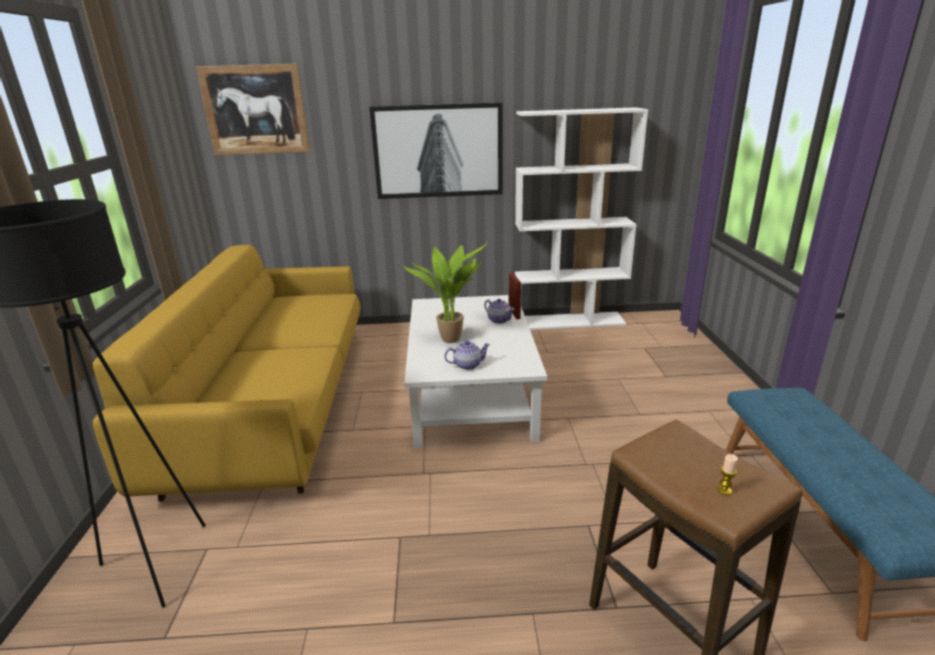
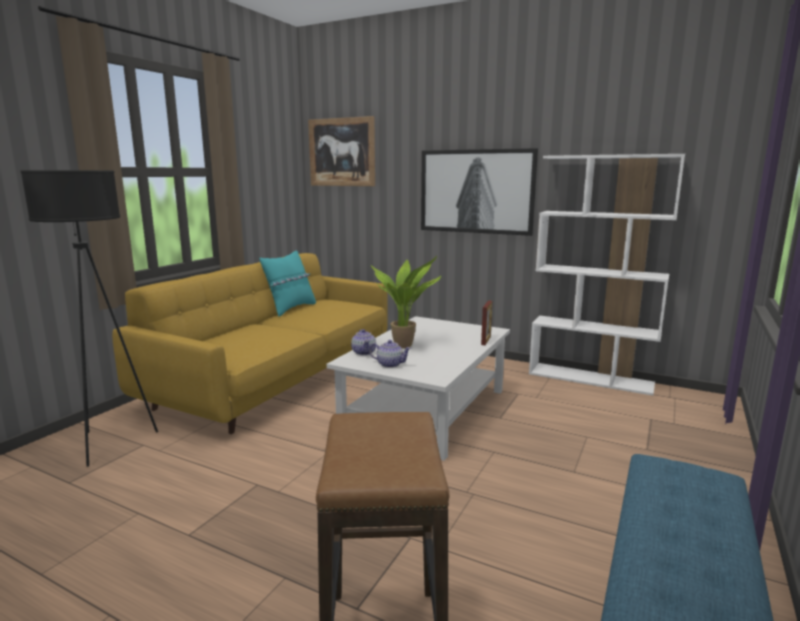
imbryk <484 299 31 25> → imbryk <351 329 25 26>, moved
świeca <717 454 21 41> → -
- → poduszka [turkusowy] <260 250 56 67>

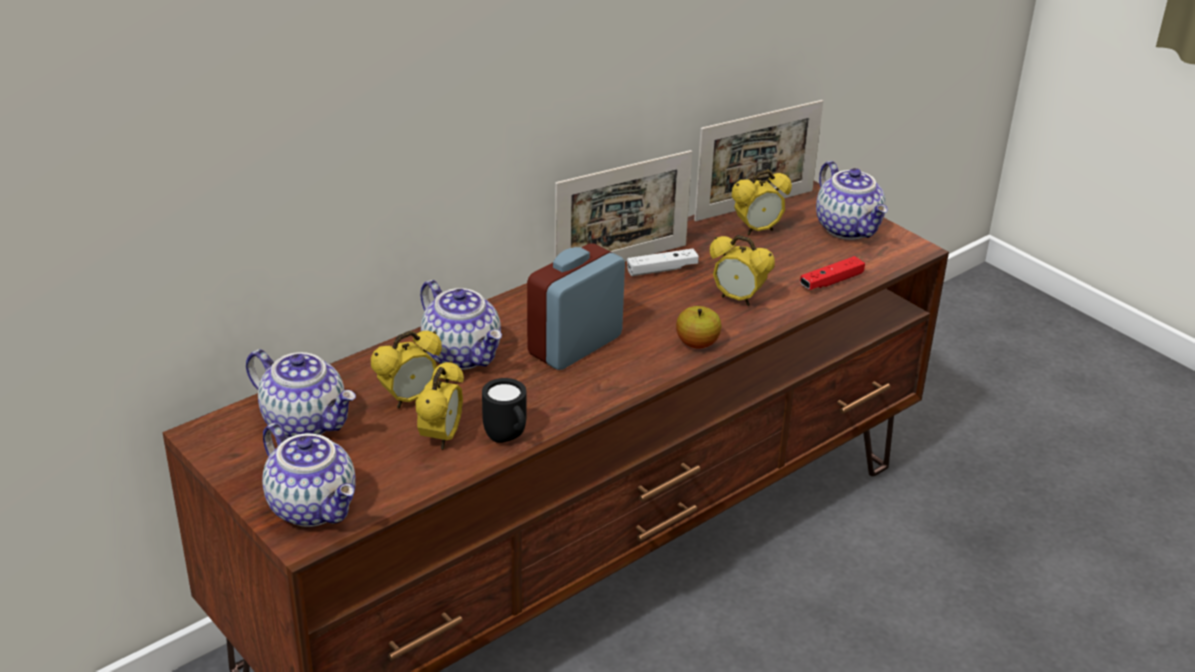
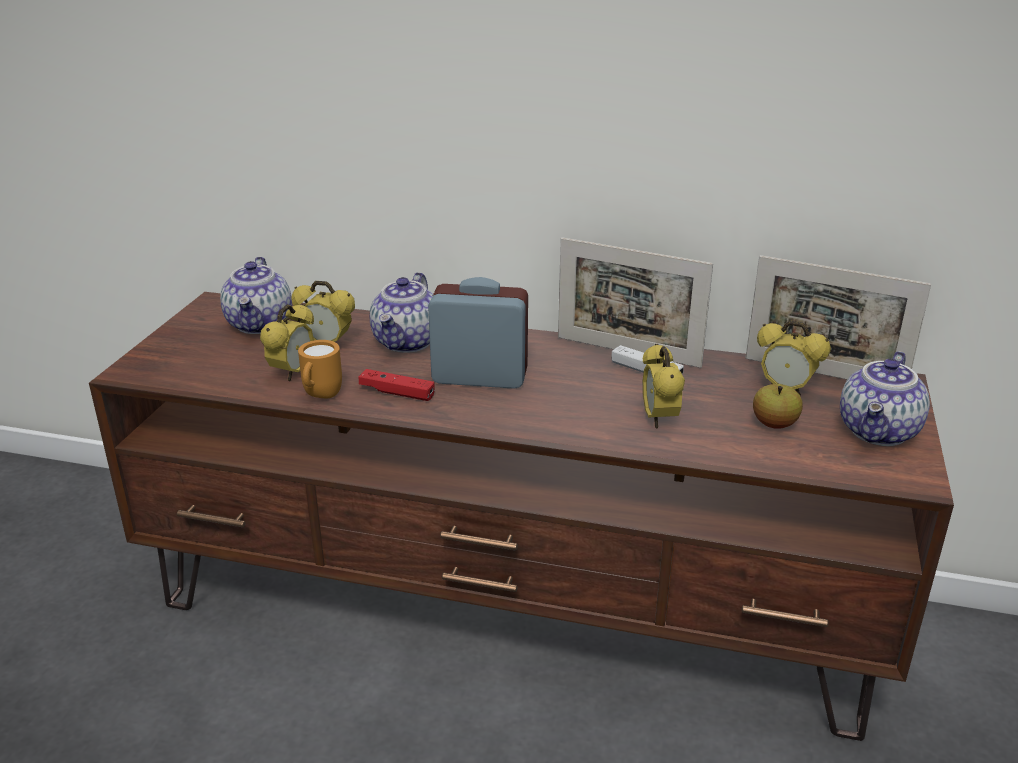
imbryk <262 423 94 104> → -
budzik <415 361 49 89> → budzik <260 304 54 77>, 45 degrees counterclockwise
kubek [czarny] <482 378 44 65> → kubek [pomarańczowy] <298 340 44 58>
jabłko <676 306 46 42> → jabłko <753 384 50 45>, moved
pad do gier [czerwony] <800 256 65 34> → pad do gier [czerwony] <359 369 76 32>, moved

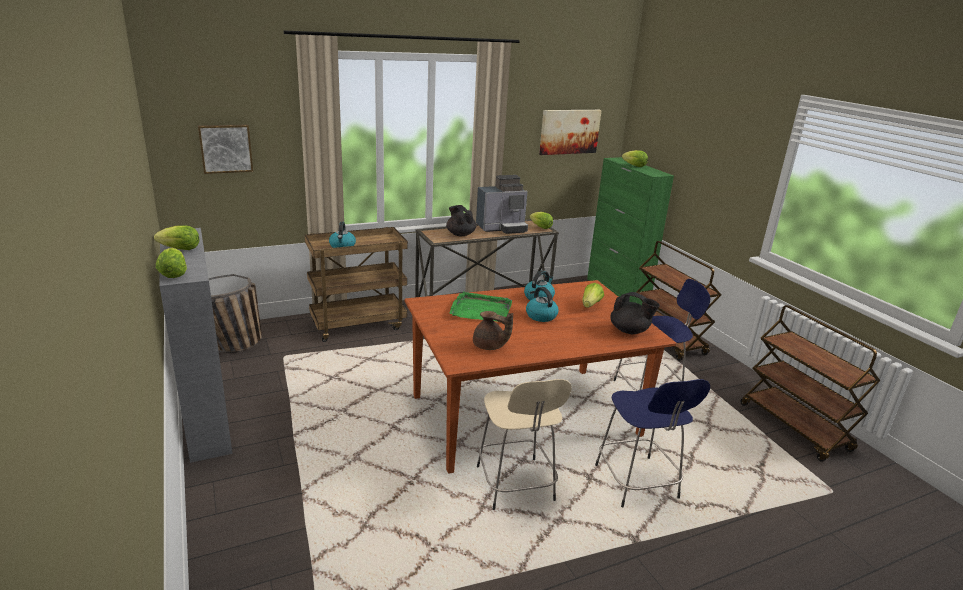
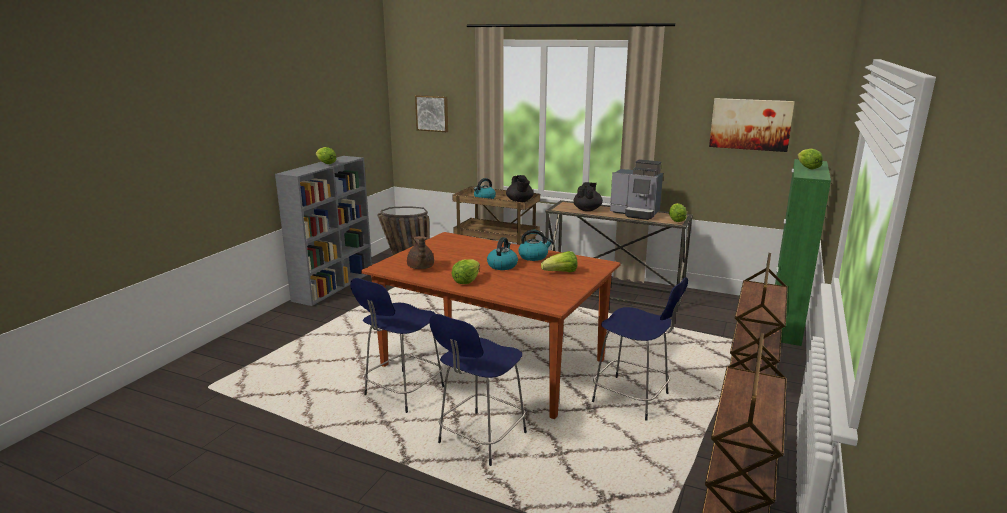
sałata <156 248 31 30> → sałata <451 259 29 25>, moved
taca [zielony] <450 291 62 31> → -
stołek [beżowy] <477 379 95 131> → stołek [niebieski] <350 278 94 135>
imbryk [czarny] <610 292 50 42> → imbryk [czarny] <506 175 28 27>, moved

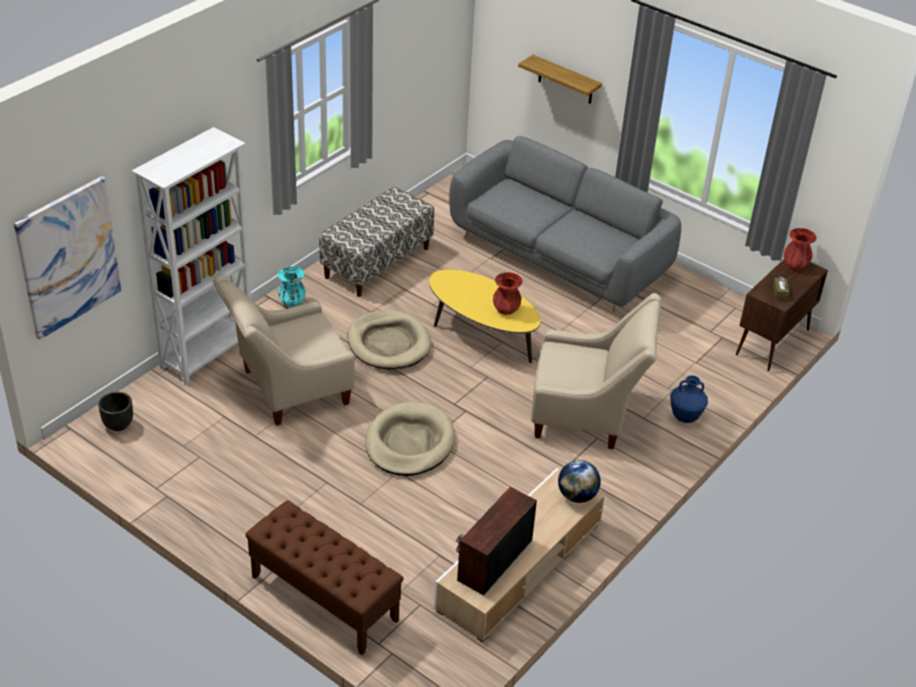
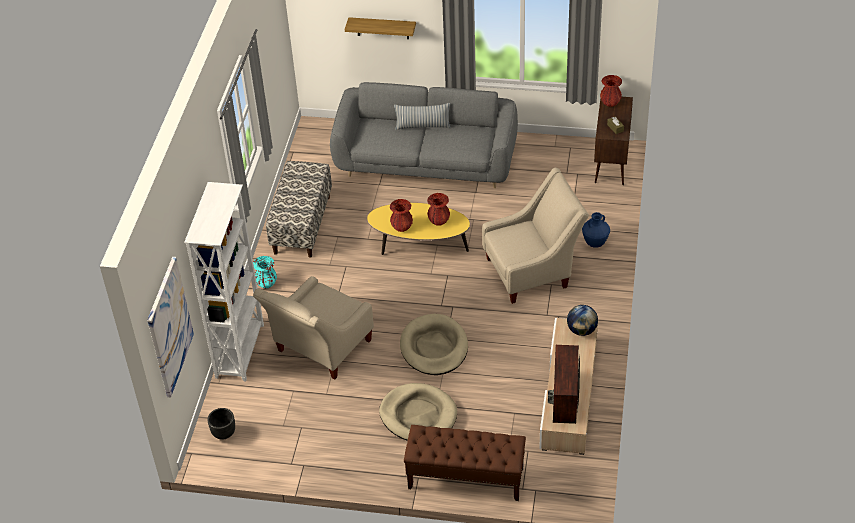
legowisko [beżowy] <347 310 84 59> → legowisko [beżowy] <379 383 78 58>, moved
- → wazon [czerwony] <390 199 23 33>
- → poduszka <394 103 57 27>

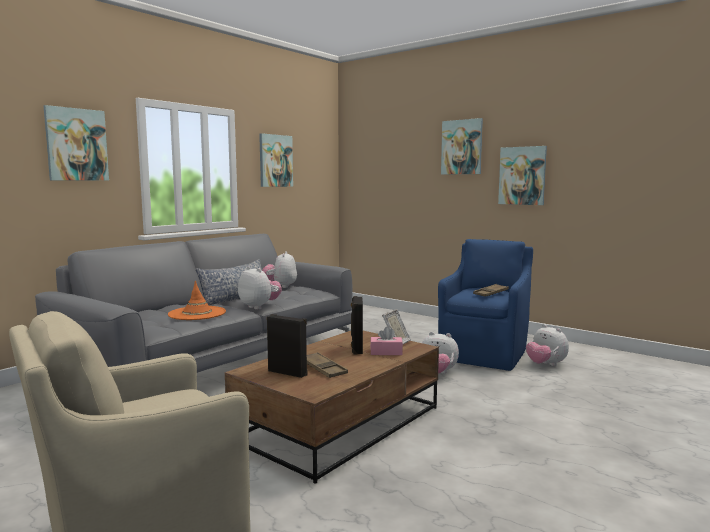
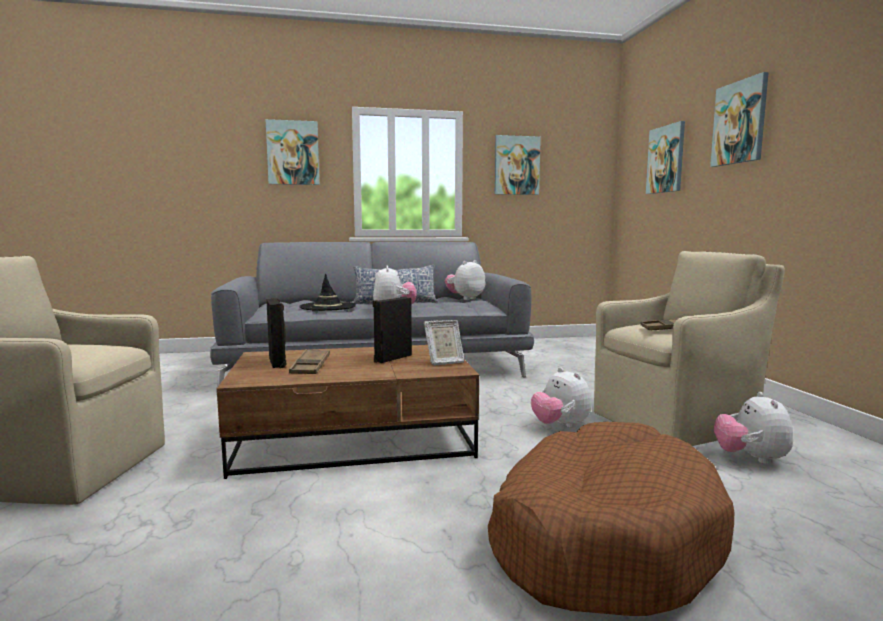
kapelusz [pomarańczowy] <168 280 58 40> → kapelusz [czarny] <299 273 57 38>
pudełko chusteczek [różowy] <370 327 33 28> → -
fotel [niebieski] <438 239 95 132> → fotel [beżowy] <594 251 191 195>
obraz <498 146 49 59> → obraz <646 121 39 73>, moved
- → legowisko [brązowy] <488 422 246 194>

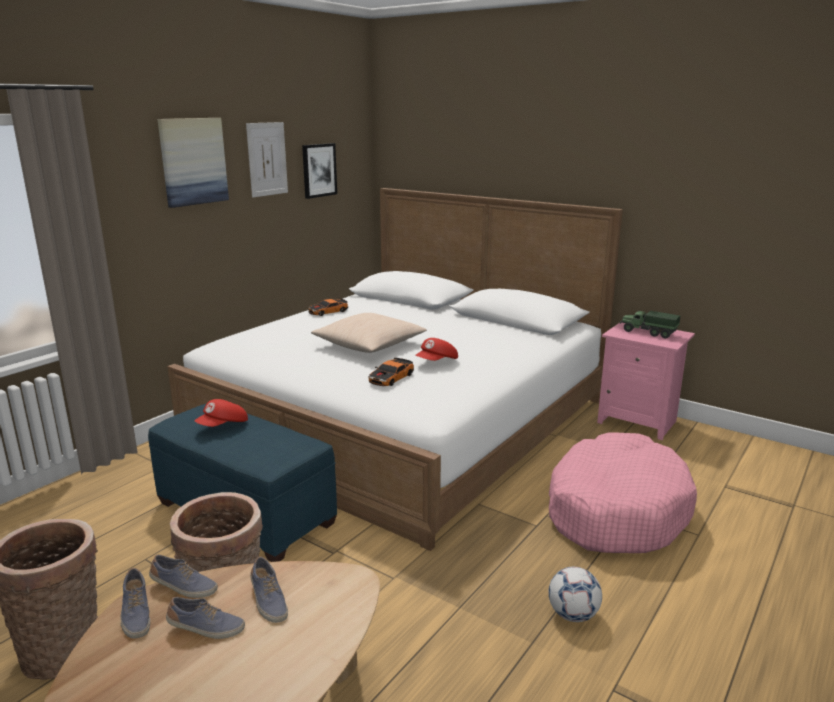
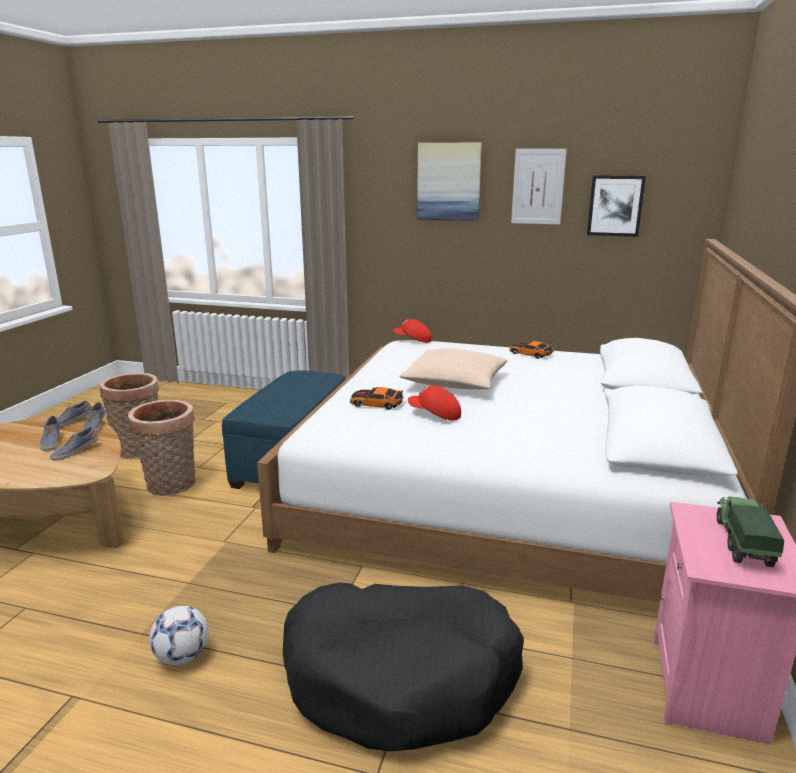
czapka z daszkiem [czerwony] <194 399 54 28> → czapka z daszkiem [czerwony] <394 319 38 24>, moved
legowisko [różowy] <549 433 148 120> → legowisko [czarny] <283 582 241 169>

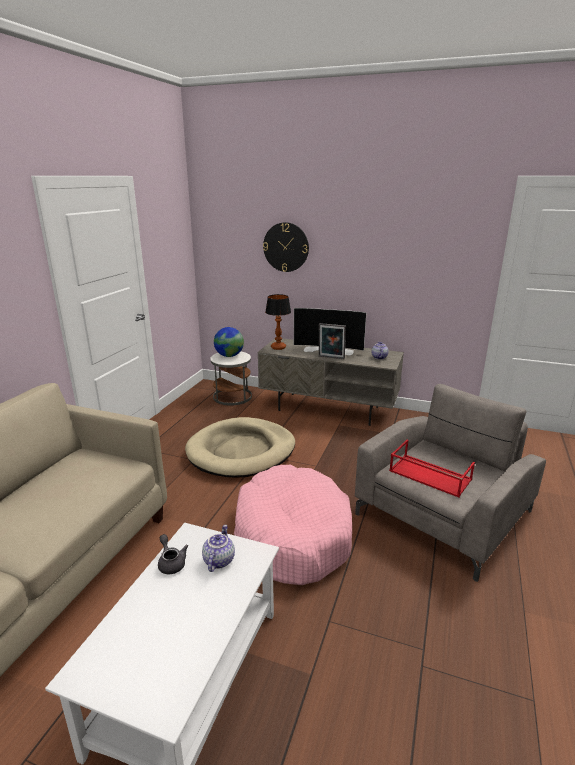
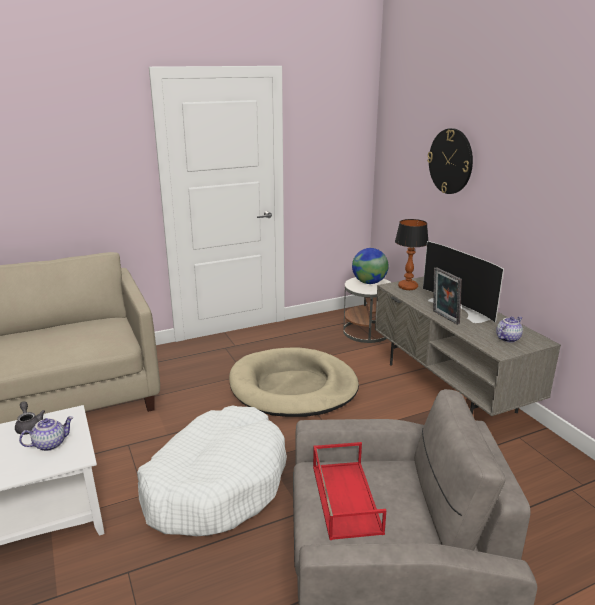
imbryk [szary] <158 534 30 40> → imbryk [szary] <15 401 30 34>, 45 degrees counterclockwise
legowisko [różowy] <234 465 118 120> → legowisko [biały] <137 405 150 131>

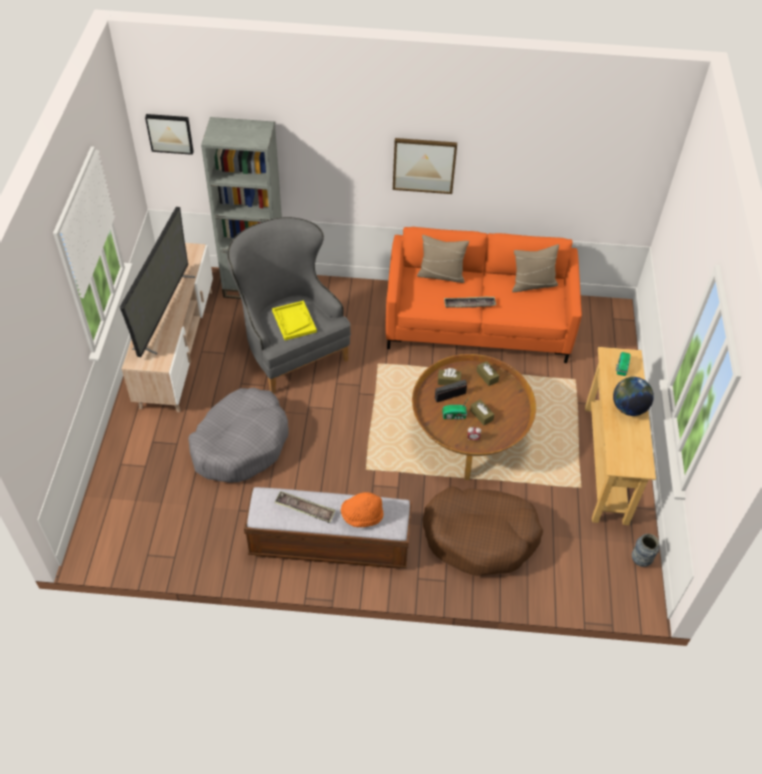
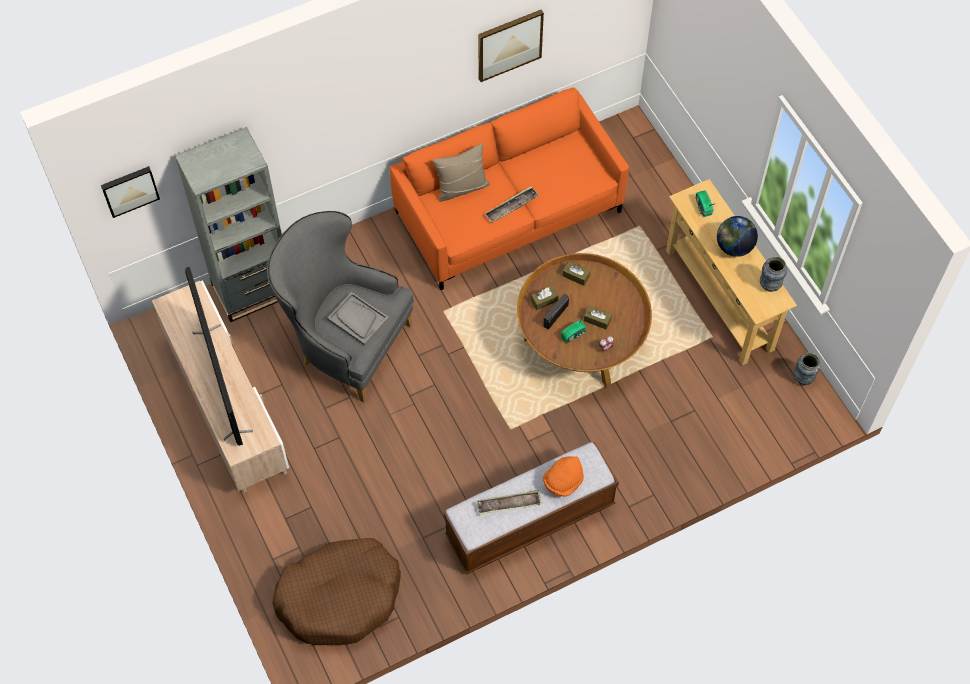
legowisko [szary] <188 388 101 95> → -
taca [żółty] <272 300 45 41> → taca [szary] <327 292 62 54>
obraz <393 138 64 56> → obraz <478 10 66 72>, moved
legowisko [brązowy] <422 486 121 90> → legowisko [brązowy] <272 538 129 107>, moved
poduszka [beżowy] <512 244 47 48> → -
- → wazon <760 256 27 36>

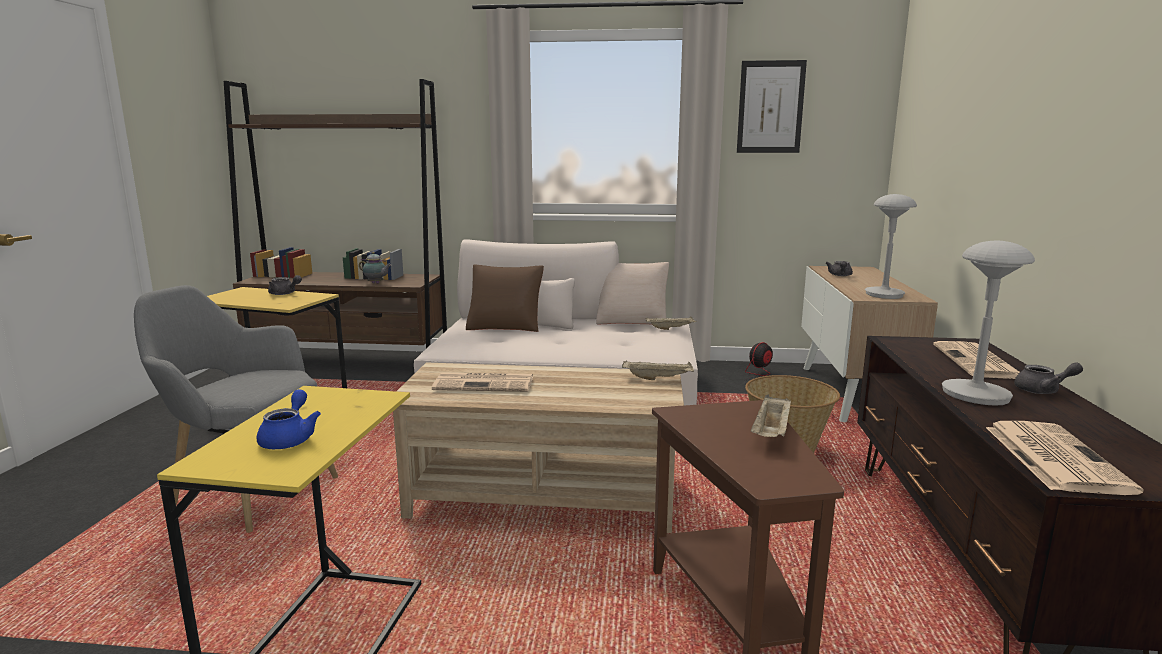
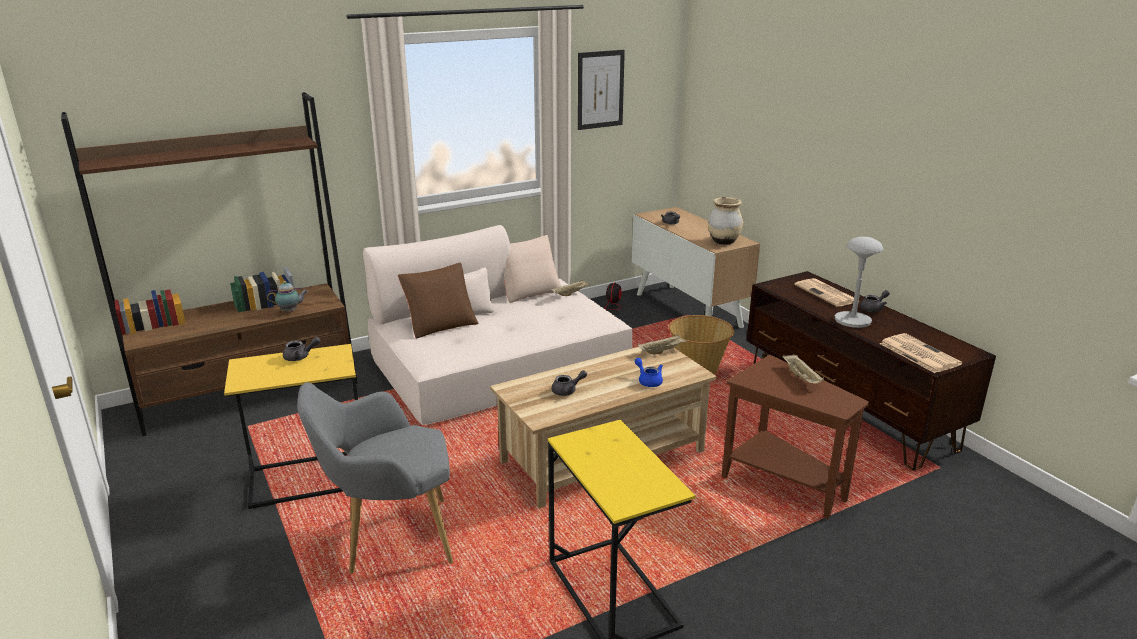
imbryk [niebieski] <257 389 64 60> → imbryk [niebieski] <635 358 28 29>, moved
gazeta <432 373 101 19> → imbryk [szary] <552 370 35 26>
lampa stołowa [szary] <865 194 52 105> → wazon [beżowy] <708 197 35 48>

